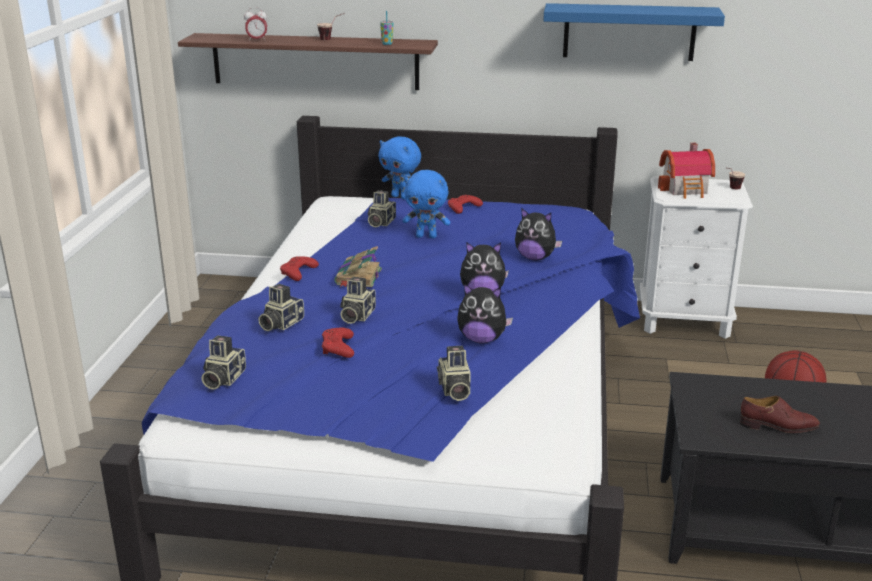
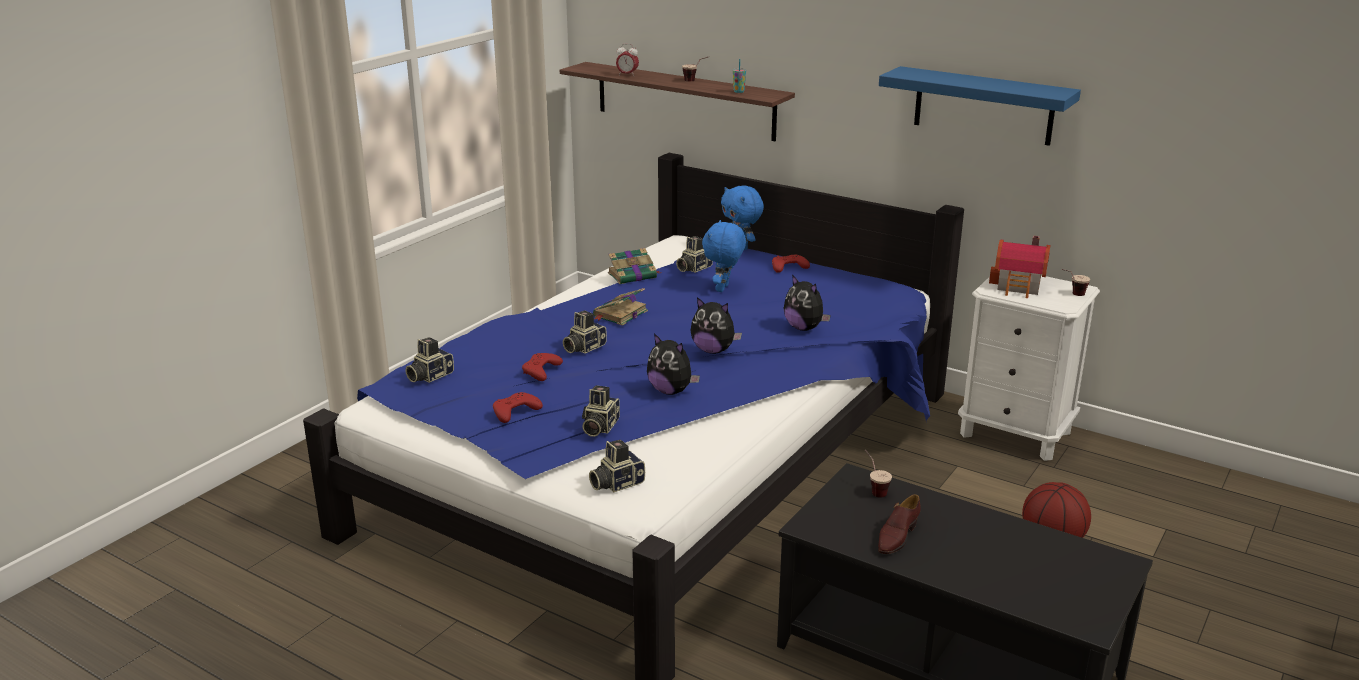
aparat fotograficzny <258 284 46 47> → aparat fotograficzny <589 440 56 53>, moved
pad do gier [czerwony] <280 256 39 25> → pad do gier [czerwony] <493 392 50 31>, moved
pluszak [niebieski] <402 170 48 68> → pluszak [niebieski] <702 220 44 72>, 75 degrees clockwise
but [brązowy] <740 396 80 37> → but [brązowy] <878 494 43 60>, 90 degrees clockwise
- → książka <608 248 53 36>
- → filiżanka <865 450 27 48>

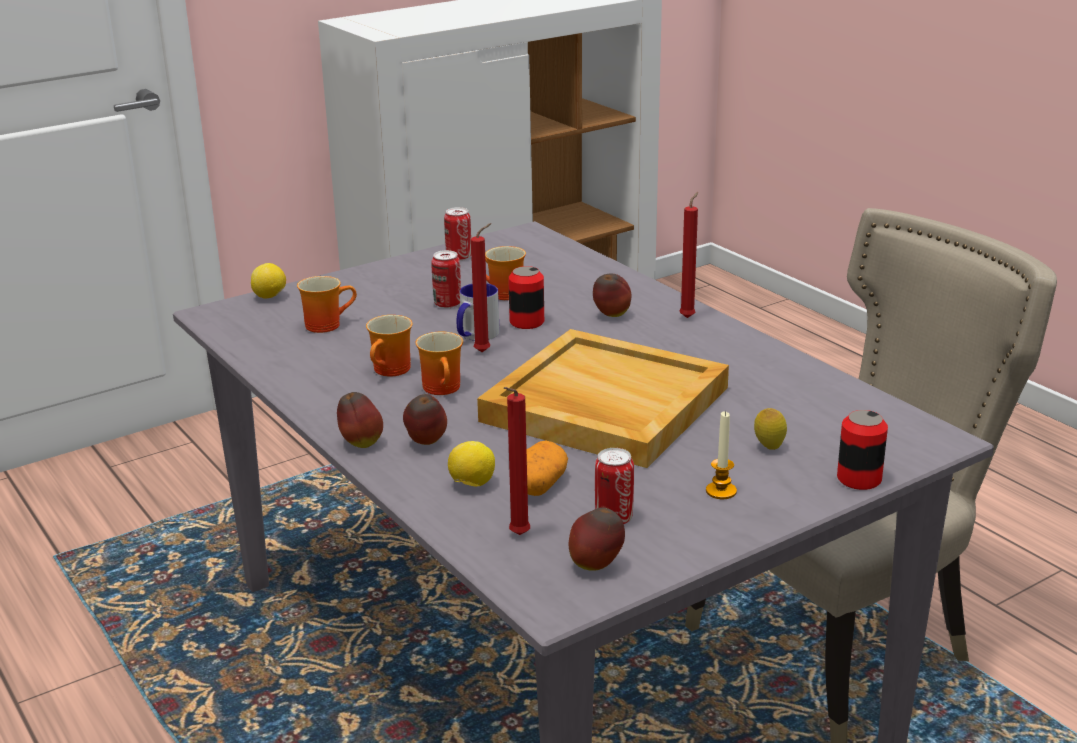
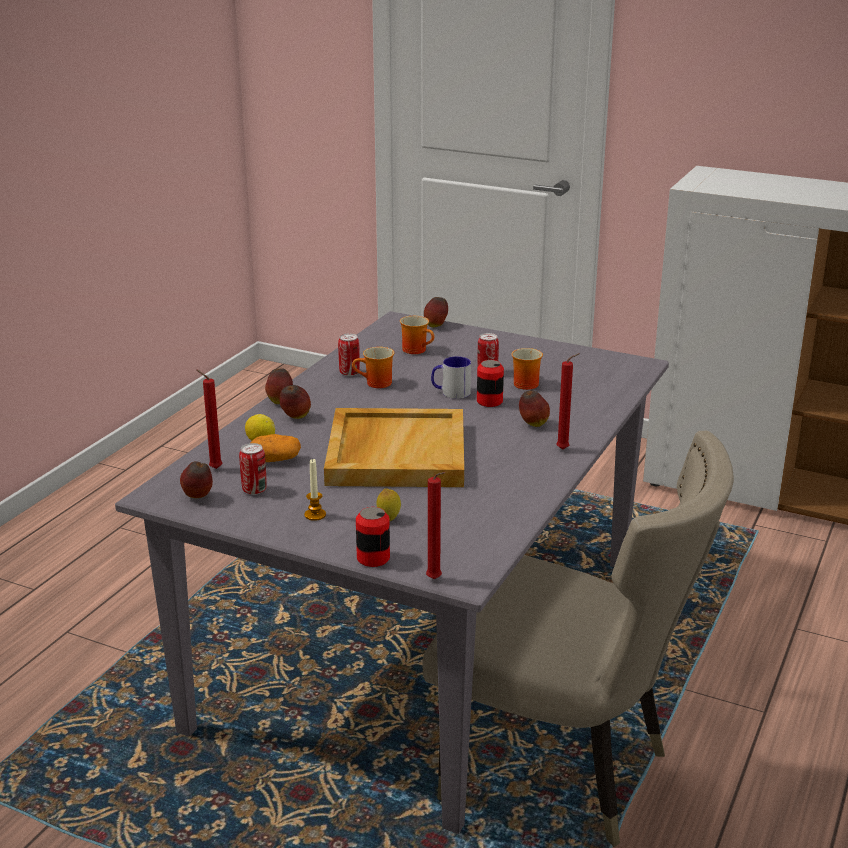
cytryna <251 263 35 36> → jabłko <424 297 24 30>
kubek <416 332 47 63> → -
puszka <444 207 27 54> → puszka <338 334 22 42>, moved
świeca [czerwony] <471 223 20 129> → świeca [czerwony] <426 472 19 107>, moved

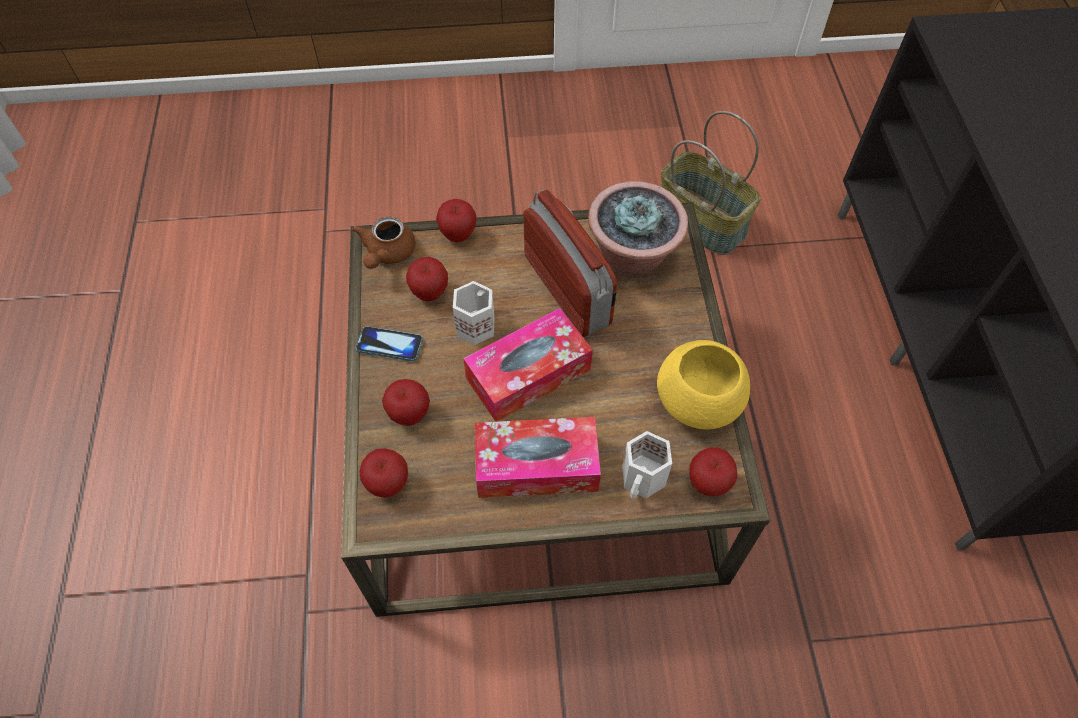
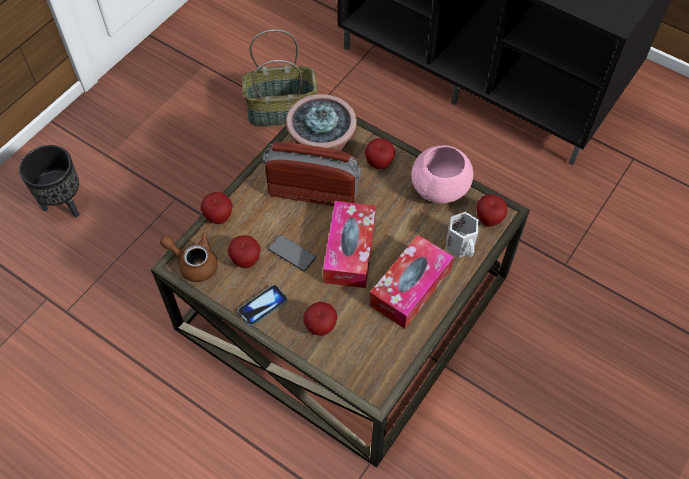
imbryk [brązowy] <352 217 63 52> → imbryk [brązowy] <160 232 58 50>, 150 degrees clockwise
jabłko <360 448 48 50> → jabłko <365 138 30 31>, moved
kubek [biały] <453 281 42 64> → telefon <268 235 48 36>
miska [żółty] <657 340 93 90> → miska [różowy] <411 145 62 59>
- → donica [czarny] <19 145 61 73>

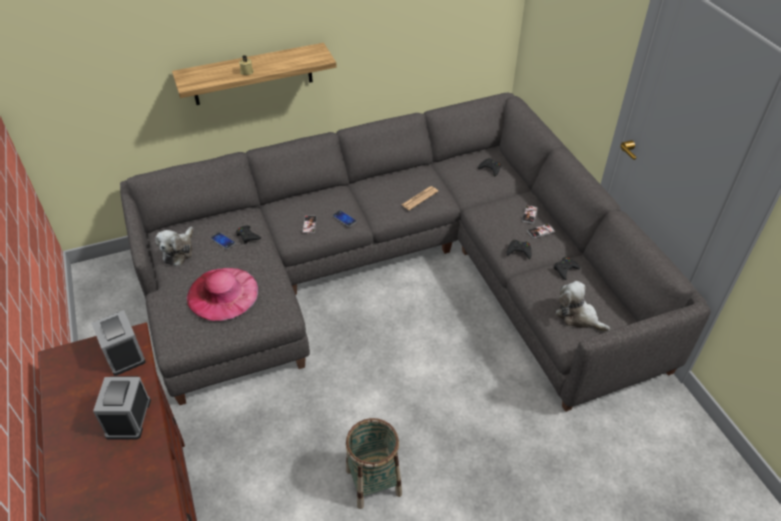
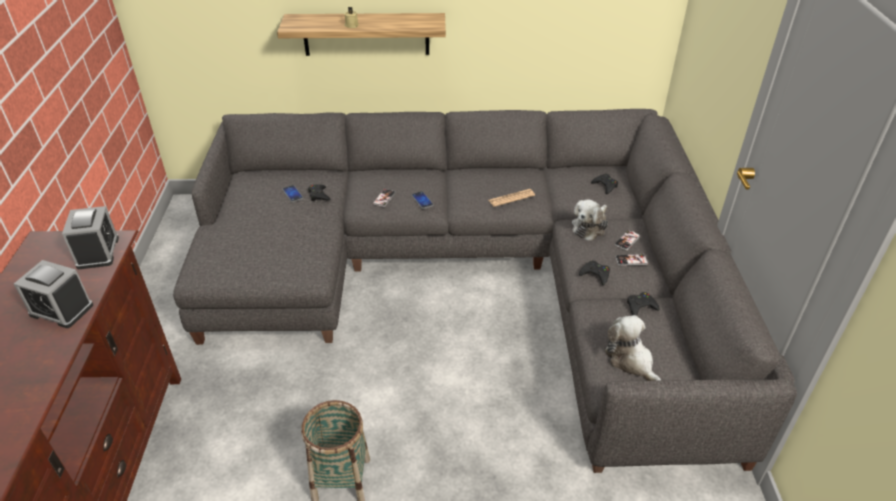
budzik <93 376 58 64> → budzik <14 260 79 68>, 90 degrees counterclockwise
pluszak <155 226 38 40> → pluszak <572 200 36 41>, moved
kapelusz [różowy] <187 268 71 53> → -

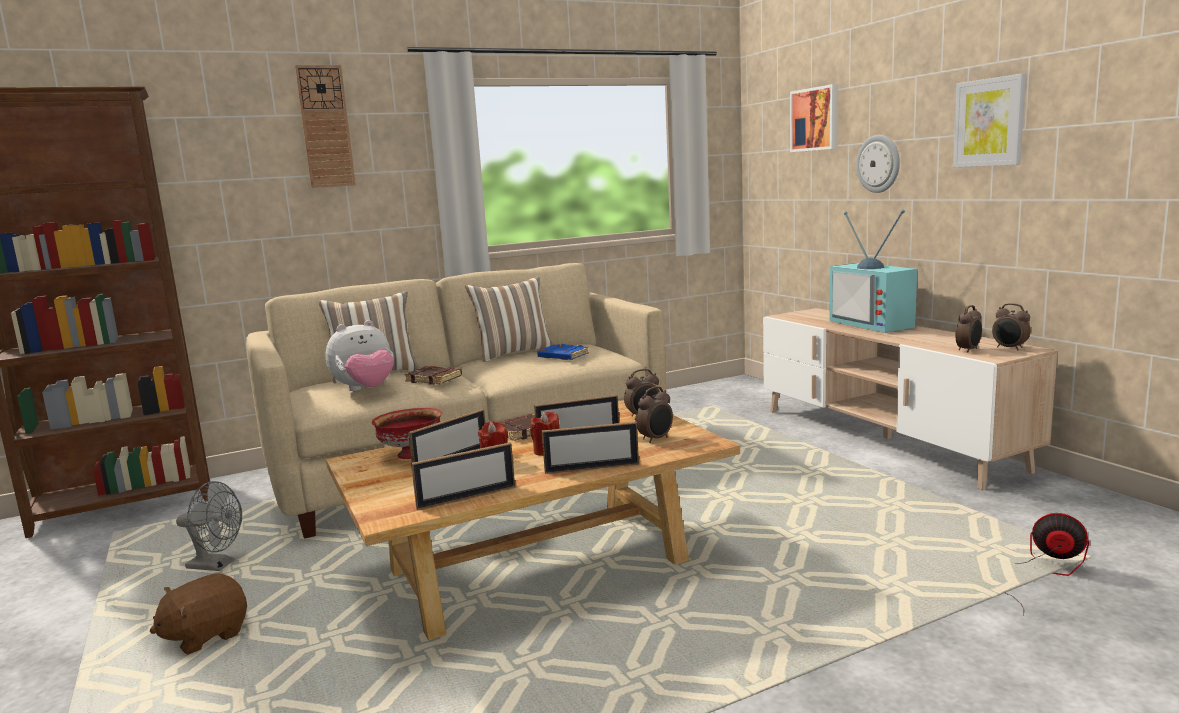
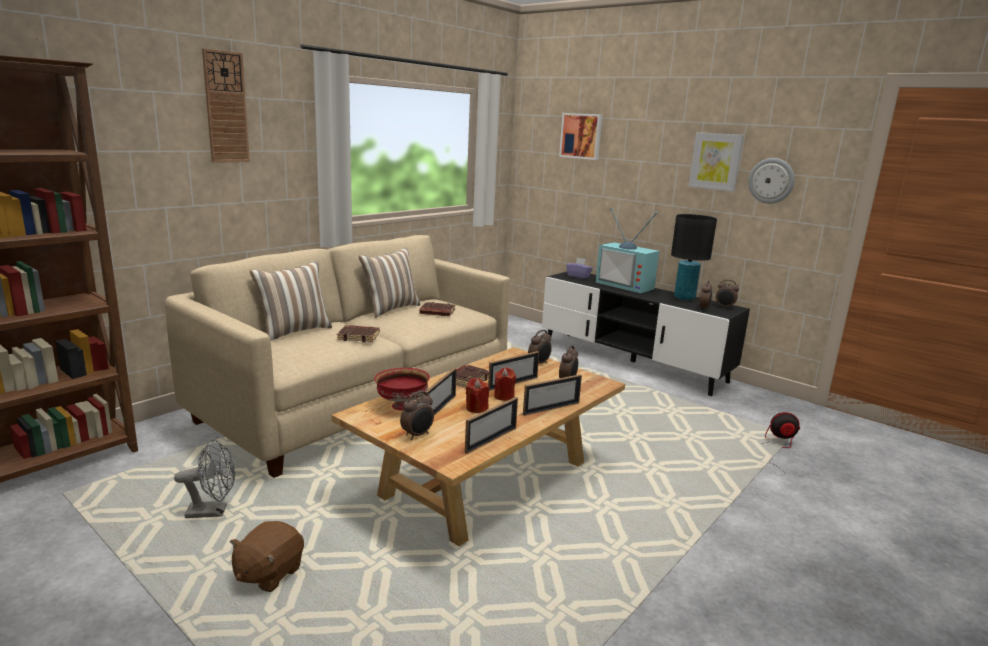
pluszak <325 320 69 71> → -
książka [niebieski] <537 344 52 16> → książka [brązowy] <419 302 36 14>
szafka pod telewizor [beżowy] <763 308 294 182> → szafka pod telewizor [czarny] <542 272 208 124>
zegar ścienny <856 135 44 58> → zegar ścienny <748 158 47 46>, moved
- → budzik <400 391 34 49>
- → pudełko chusteczek [fioletowy] <566 258 27 21>
- → lampa stołowa [czarny] <671 214 46 86>

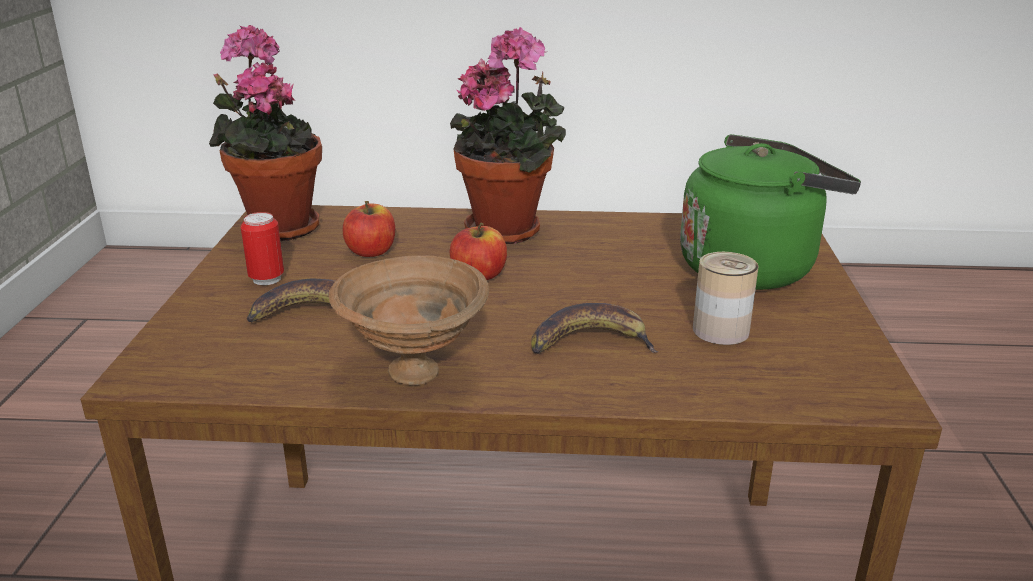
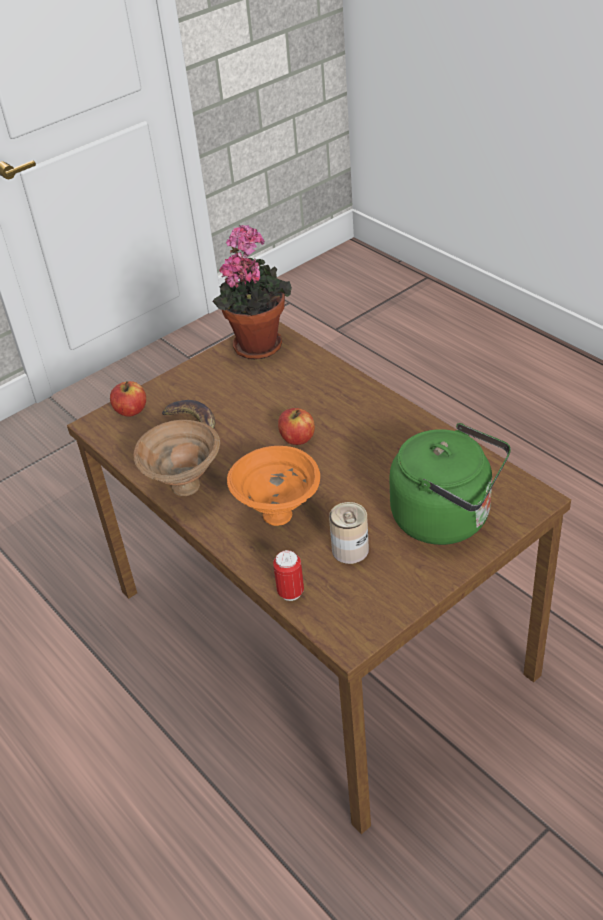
puszka <241 212 43 73> → puszka <273 550 31 51>, moved
jabłko <343 201 52 56> → jabłko <110 381 36 36>, moved
roślina doniczkowa <450 27 116 217> → -
banan <531 303 127 51> → miska [pomarańczowy] <227 446 93 80>

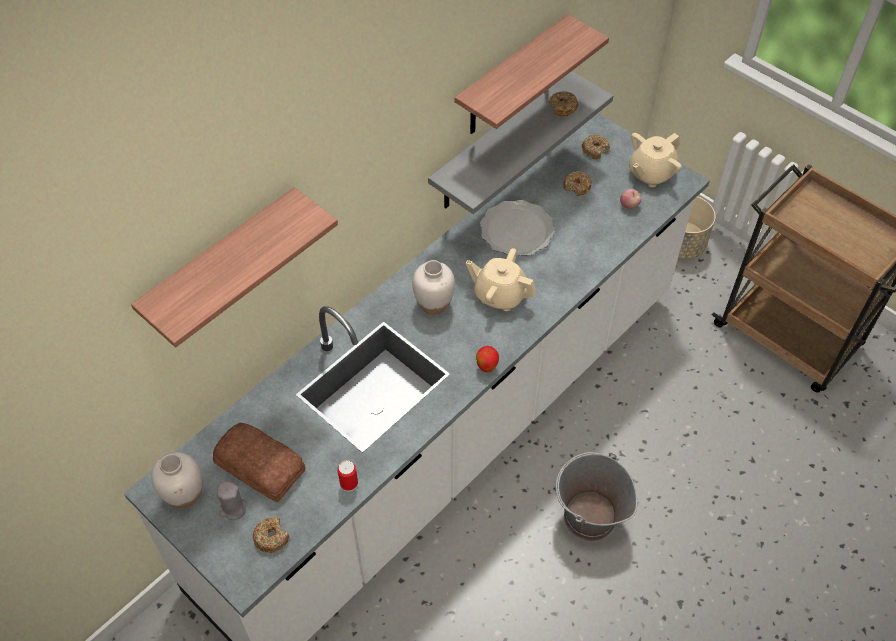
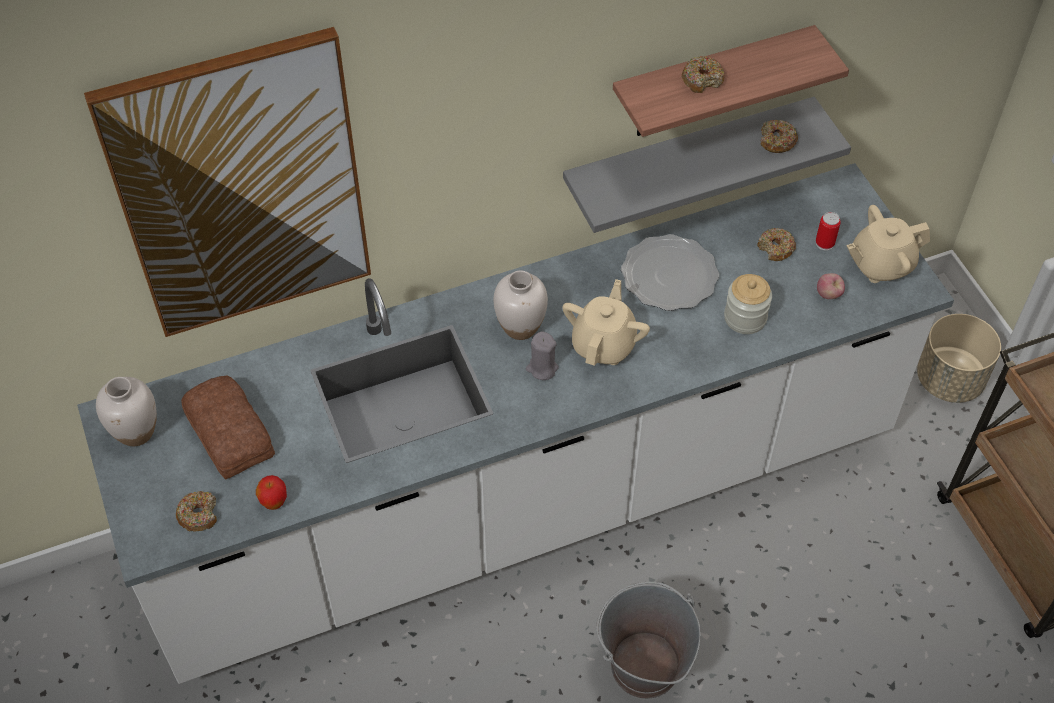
półka <131 187 207 161> → obraz <84 27 287 310>
świeca [szary] <217 481 30 39> → świeca [szary] <526 331 33 49>, moved
puszka <338 460 20 31> → puszka <816 212 25 39>, moved
imbryk [beżowy] <466 248 70 63> → imbryk [beżowy] <562 279 88 87>, 60 degrees clockwise
jabłko <476 346 23 26> → jabłko <256 475 31 35>, moved
donut <582 135 28 24> → donut <682 56 43 37>, moved
- → słoik <724 274 48 60>

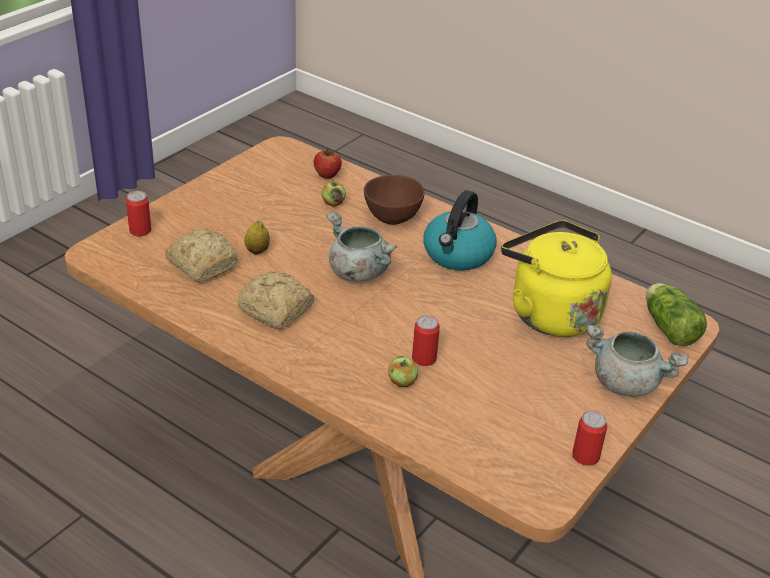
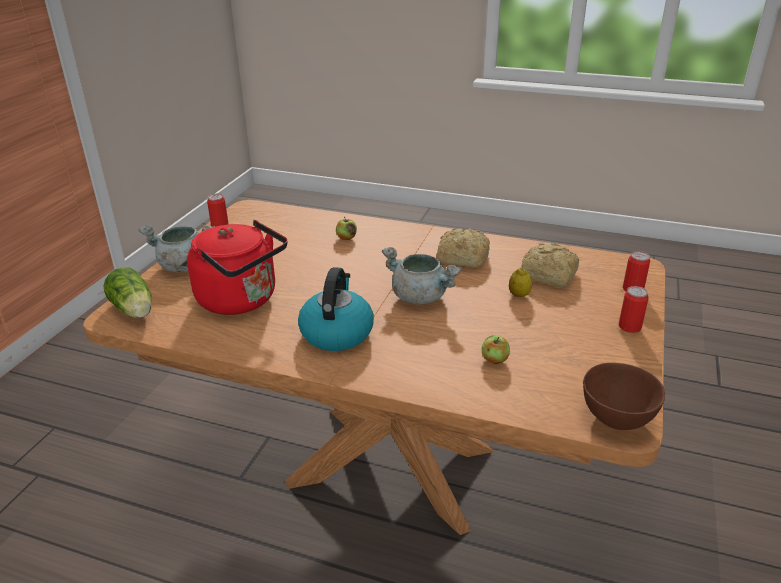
jabłko <314 148 28 31> → -
miska [brązowy] <364 175 61 50> → miska [brązowy] <583 363 82 67>, moved
puszka <412 315 28 51> → puszka <619 286 29 47>, moved
czajnik [żółty] <501 221 111 116> → czajnik [czerwony] <187 220 100 95>

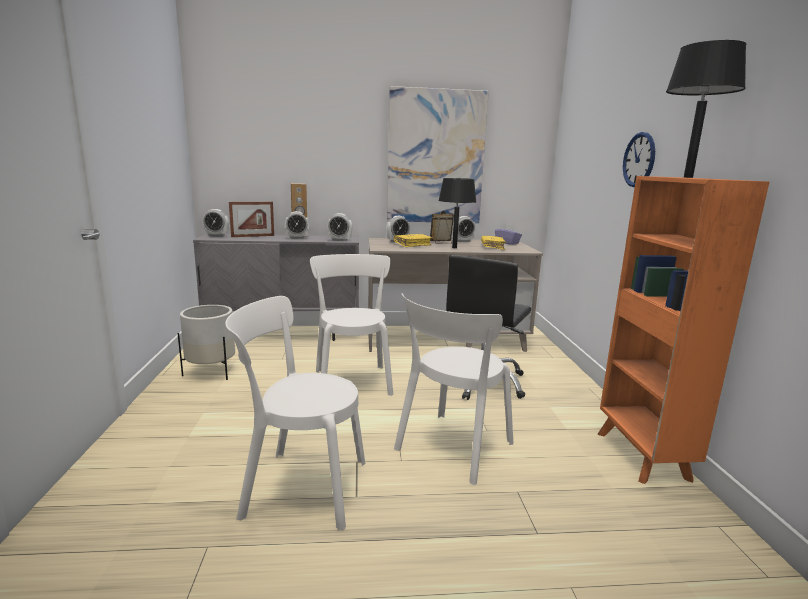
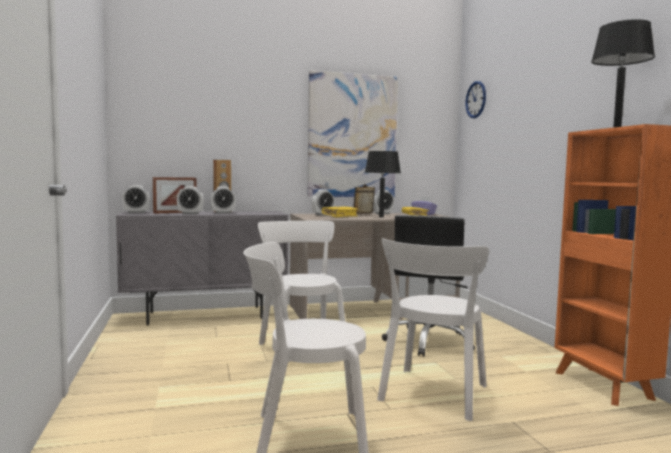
donica [biały] <178 305 57 75> → -
budzik <327 213 25 28> → budzik <177 186 27 29>, moved
zegar ścienny <623 132 32 55> → zegar ścienny <465 81 21 37>, moved

